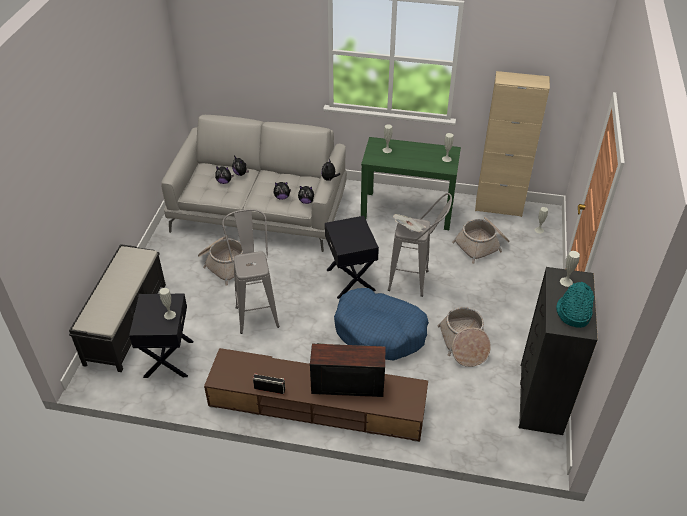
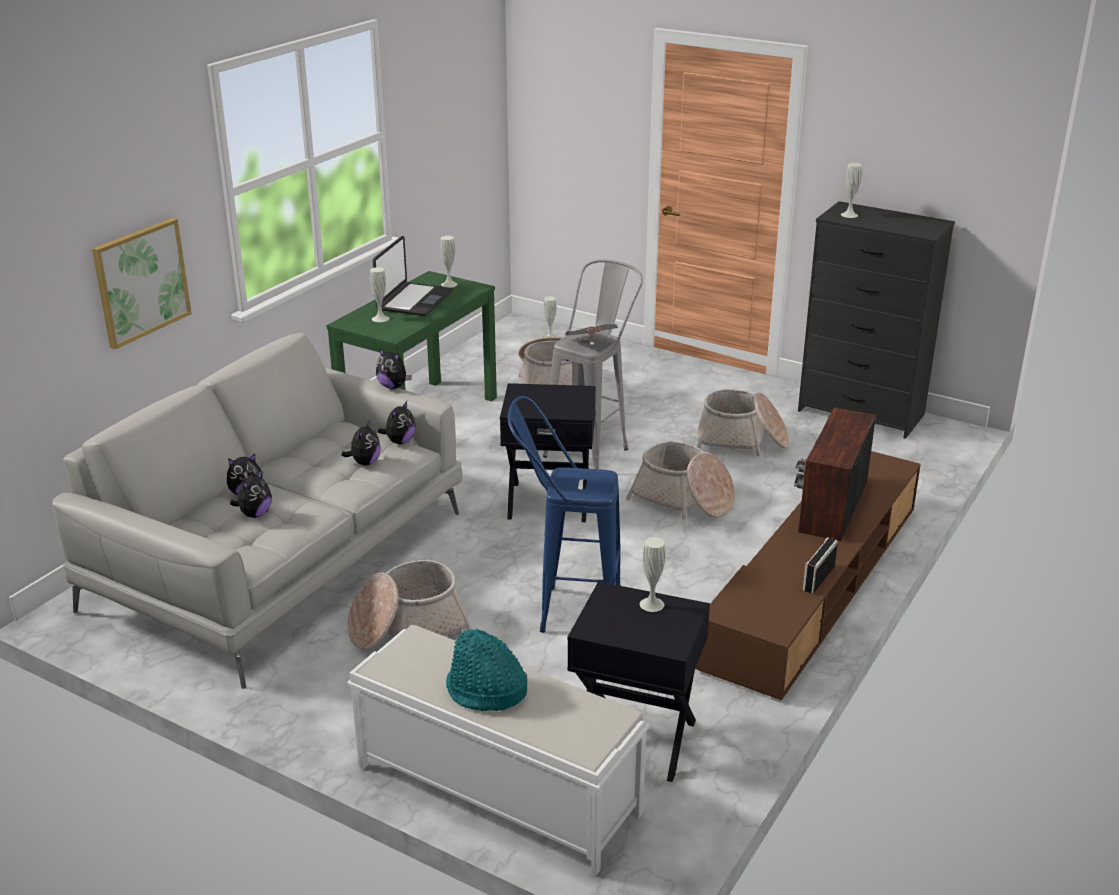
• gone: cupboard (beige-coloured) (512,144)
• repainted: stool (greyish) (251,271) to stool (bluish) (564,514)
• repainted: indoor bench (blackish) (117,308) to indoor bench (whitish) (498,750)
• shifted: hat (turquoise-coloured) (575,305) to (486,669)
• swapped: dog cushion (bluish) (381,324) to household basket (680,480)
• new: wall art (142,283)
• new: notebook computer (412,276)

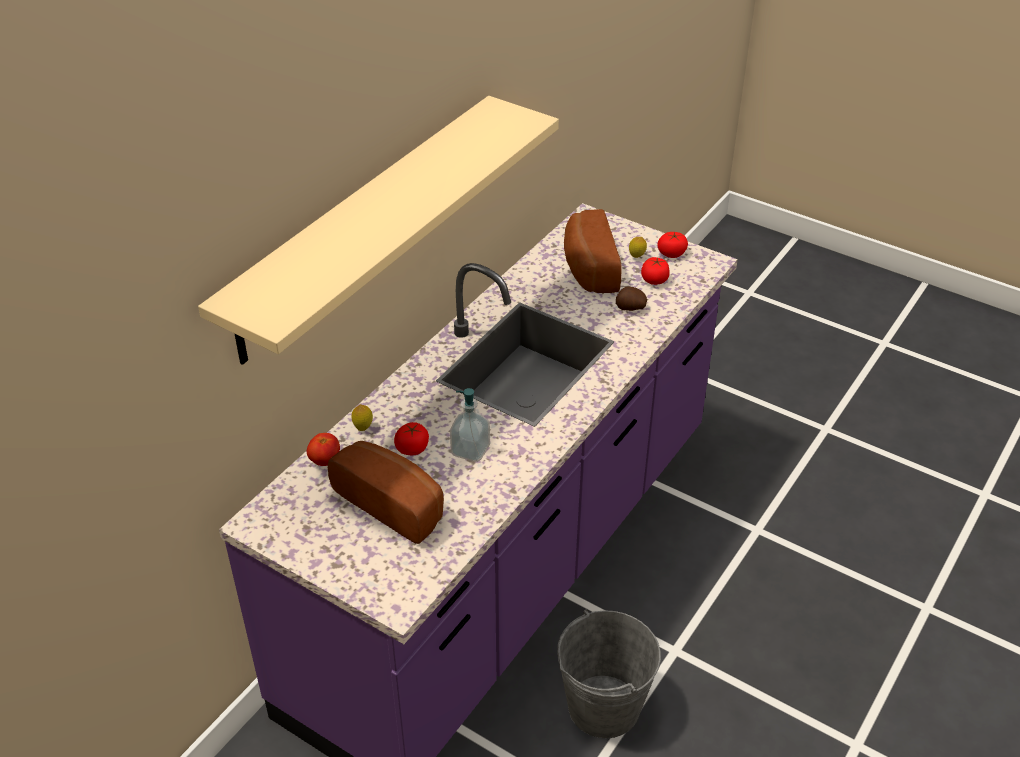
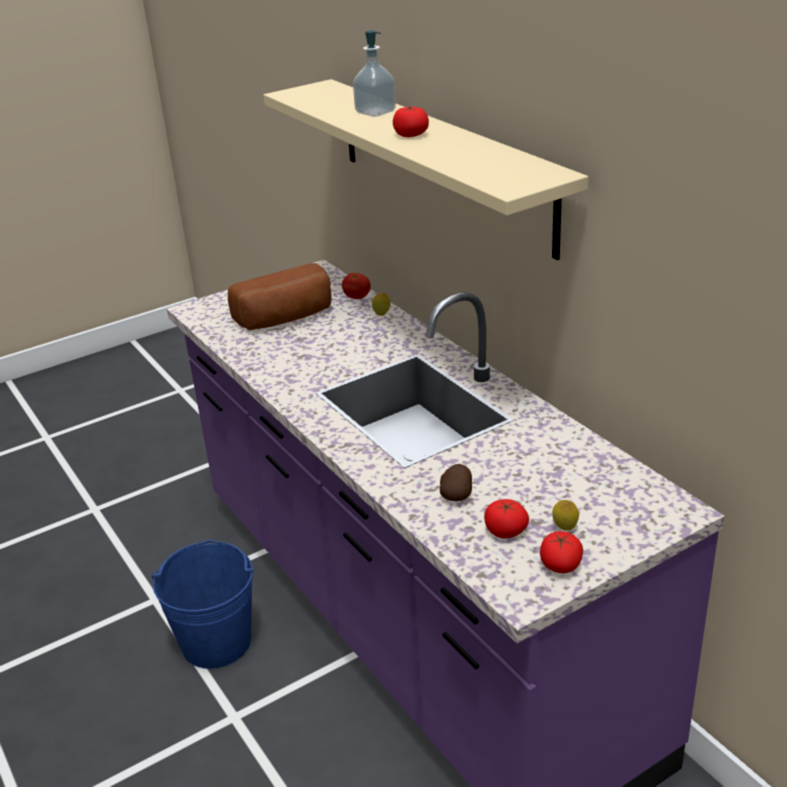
• gone: bakery bread (593,251)
• shifted: liquid soap bottle (470,425) to (374,73)
• shifted: fresh tomato (411,438) to (411,121)
• repainted: pail (greyish) (609,674) to pail (bluish) (202,604)

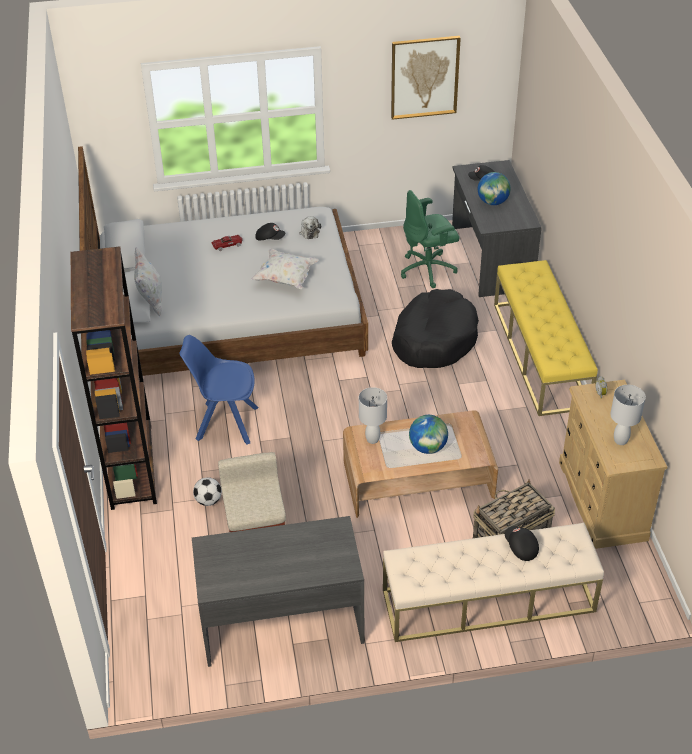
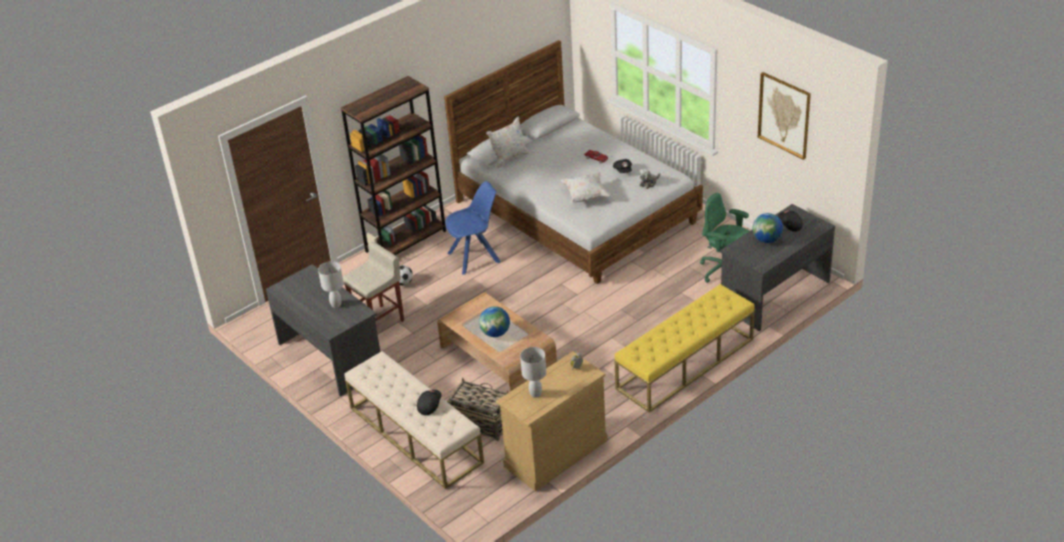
• gone: dog cushion (blackish) (435,328)
• rotated: plain chair (bluish) (219,389) = (473,228) 90 degrees clockwise
• shifted: tabletop lamp (whitish) (373,415) to (331,284)

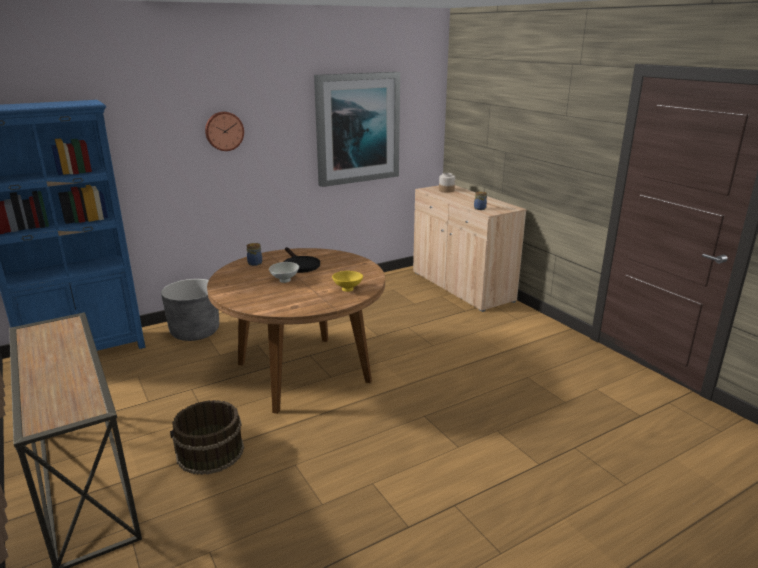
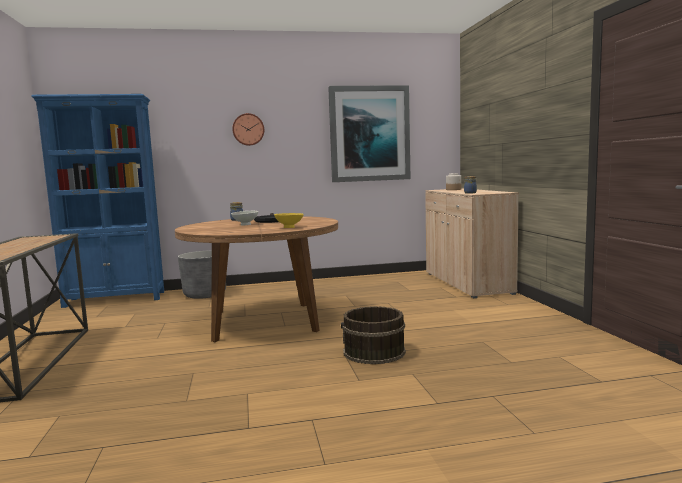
• shifted: pail (brown-coloured) (207,437) to (373,335)

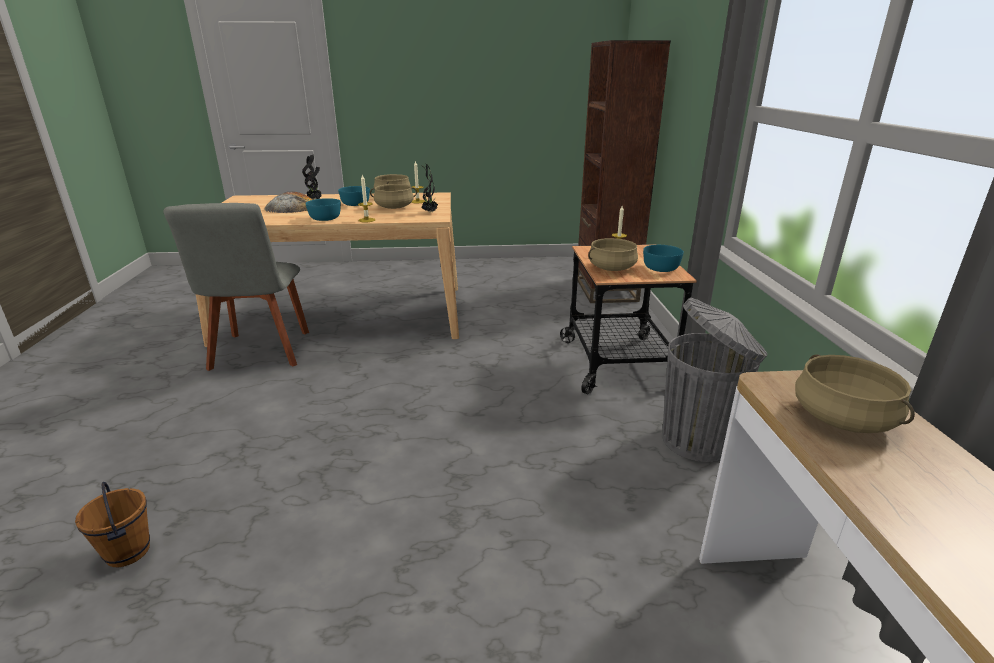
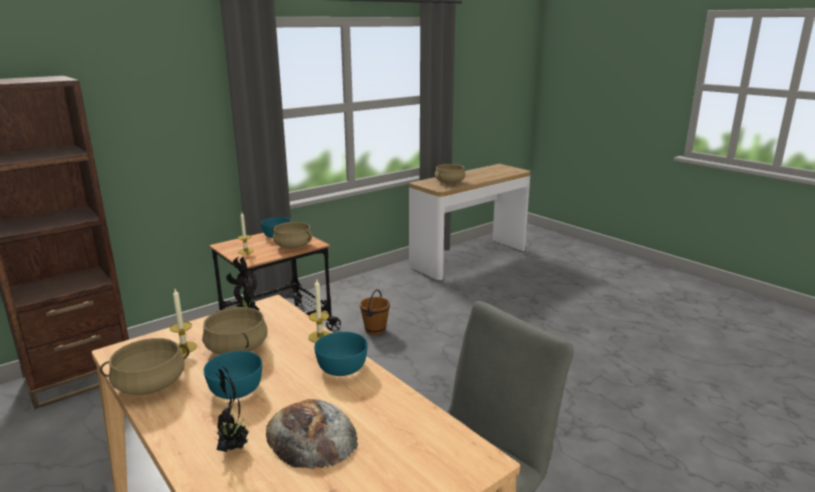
• gone: trash can (greyish) (714,380)
• shifted: pail (brown-coloured) (112,524) to (375,312)

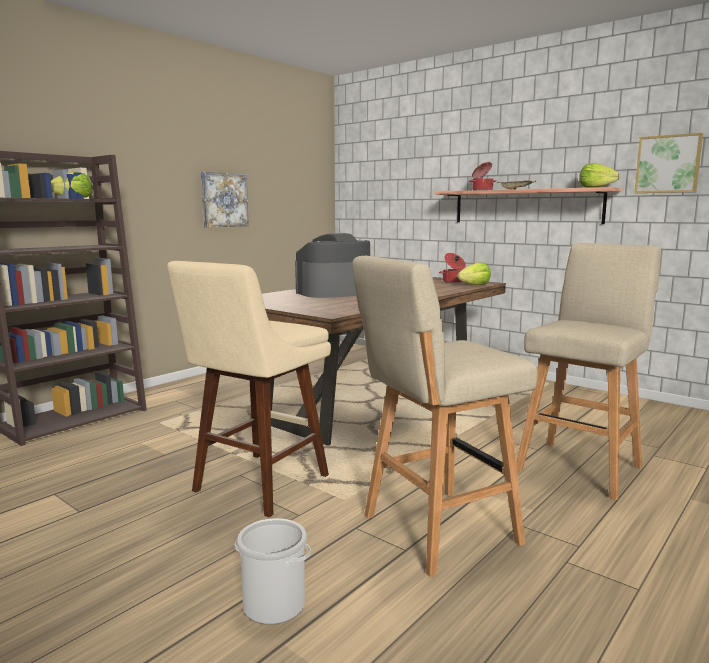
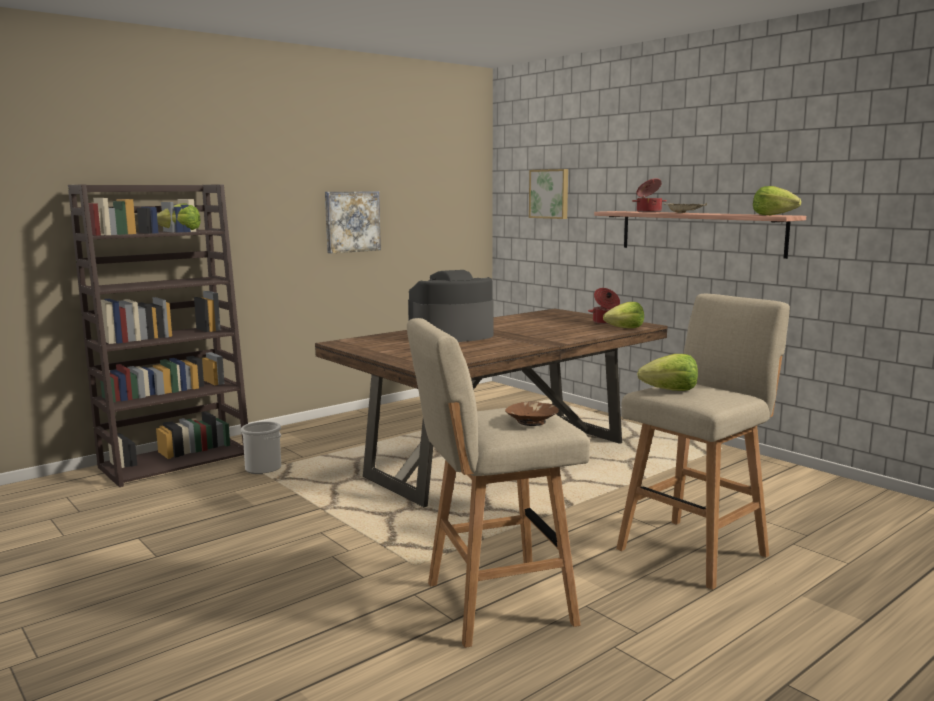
• shifted: wall art (668,163) to (548,194)
• gone: stool (beige-coloured) (249,389)
• shifted: pail (273,571) to (261,447)
• new: lettuce head (667,372)
• new: serving bowl (brown-coloured) (532,413)

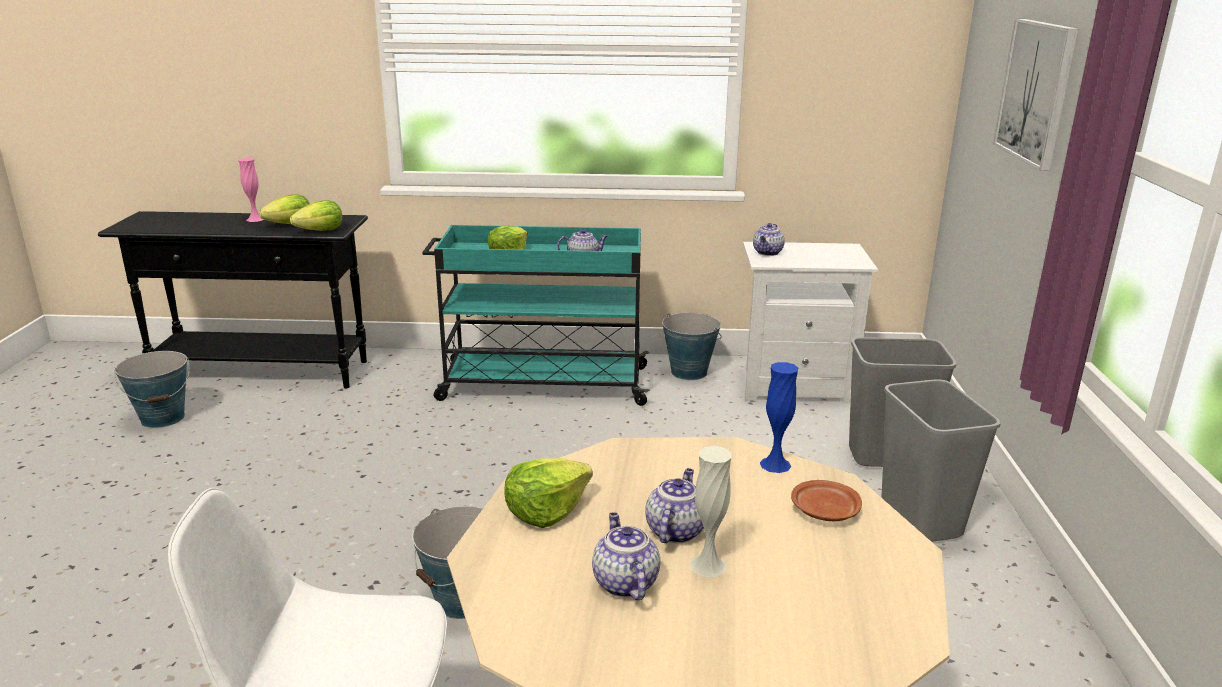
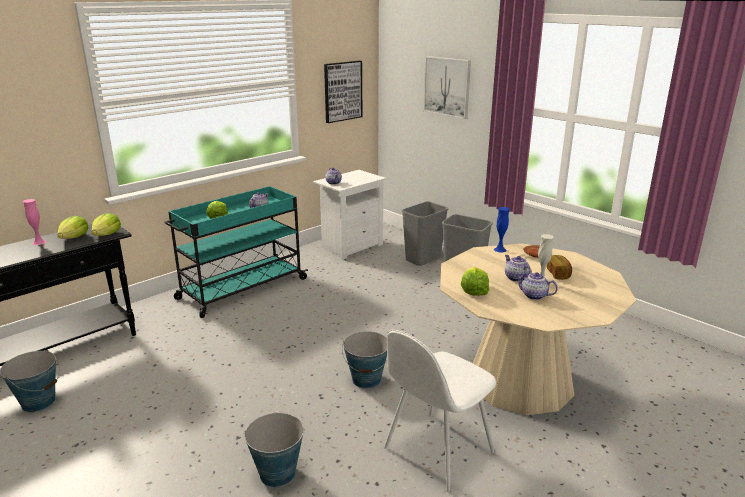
• shifted: pail (692,346) to (274,450)
• new: wall art (343,92)
• new: bakery bread (559,267)

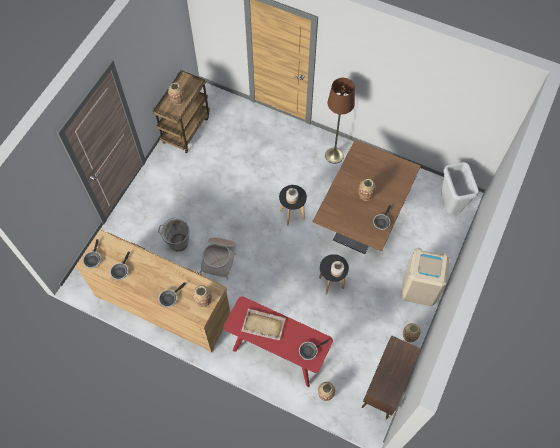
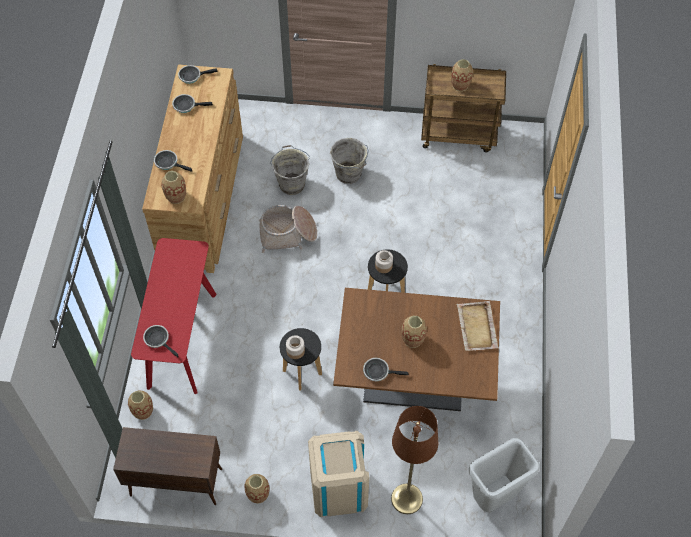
• shifted: standard lamp (brown-coloured) (340,121) to (414,460)
• shifted: carrying tray (beige-coloured) (263,325) to (477,326)
• new: pail (greyish) (349,161)

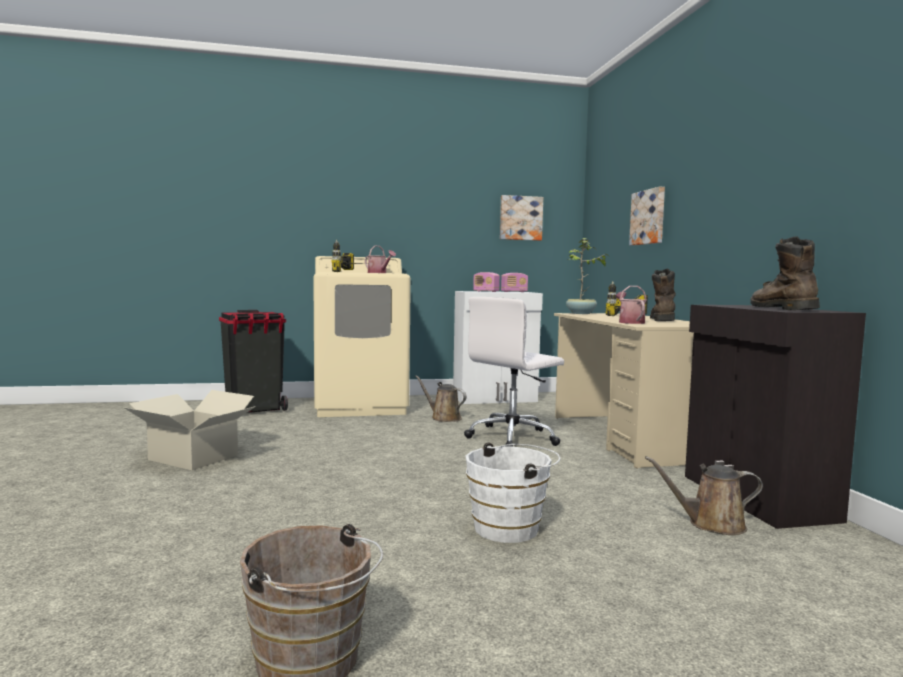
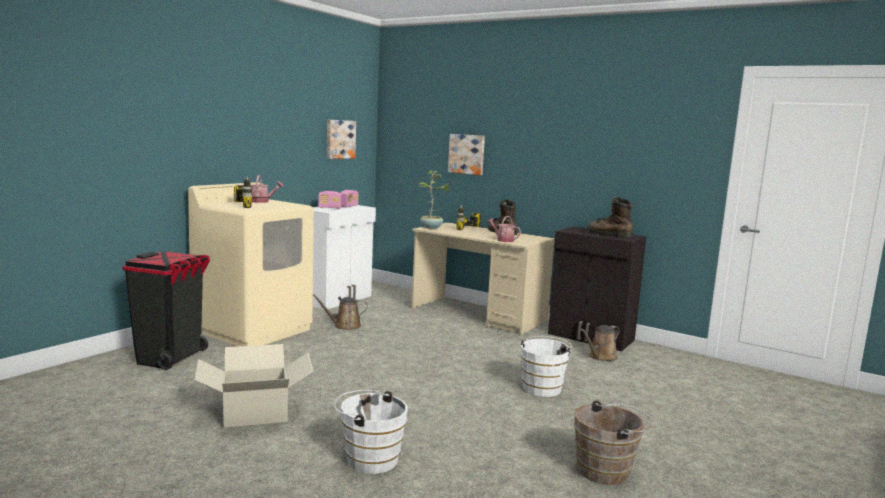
• gone: desk chair (whitish) (514,372)
• new: pail (whitish) (371,432)

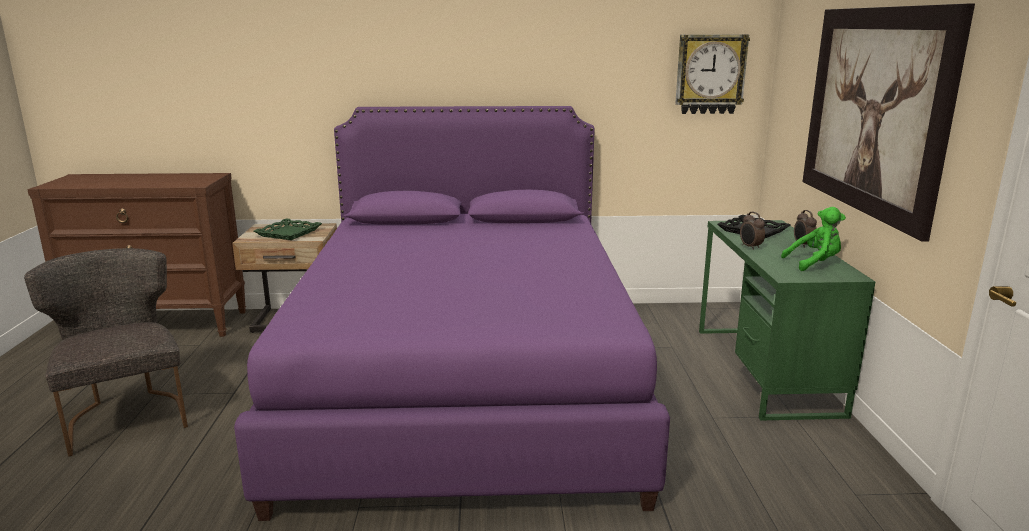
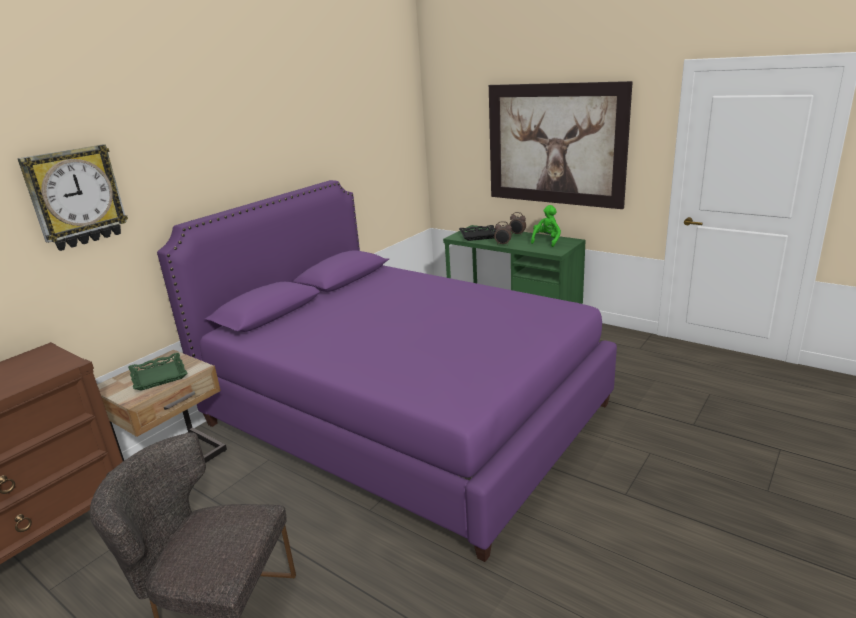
• shifted: hanging clock (712,74) to (73,197)

